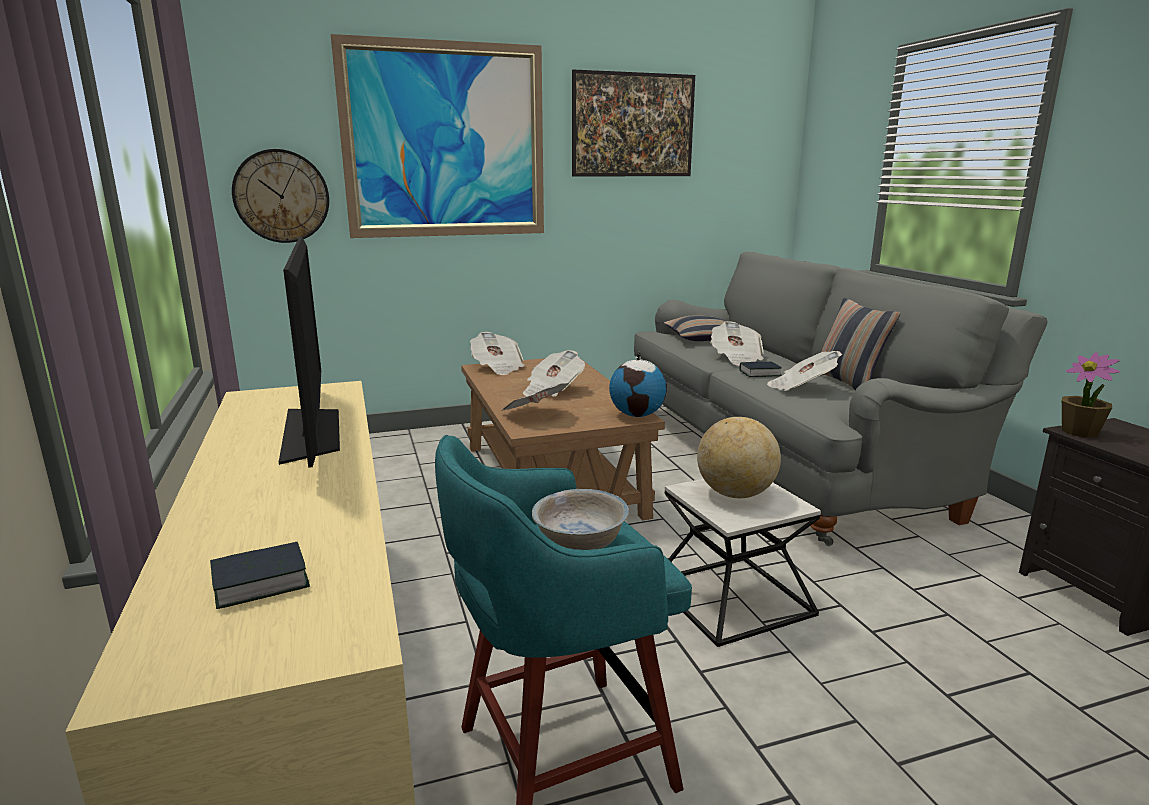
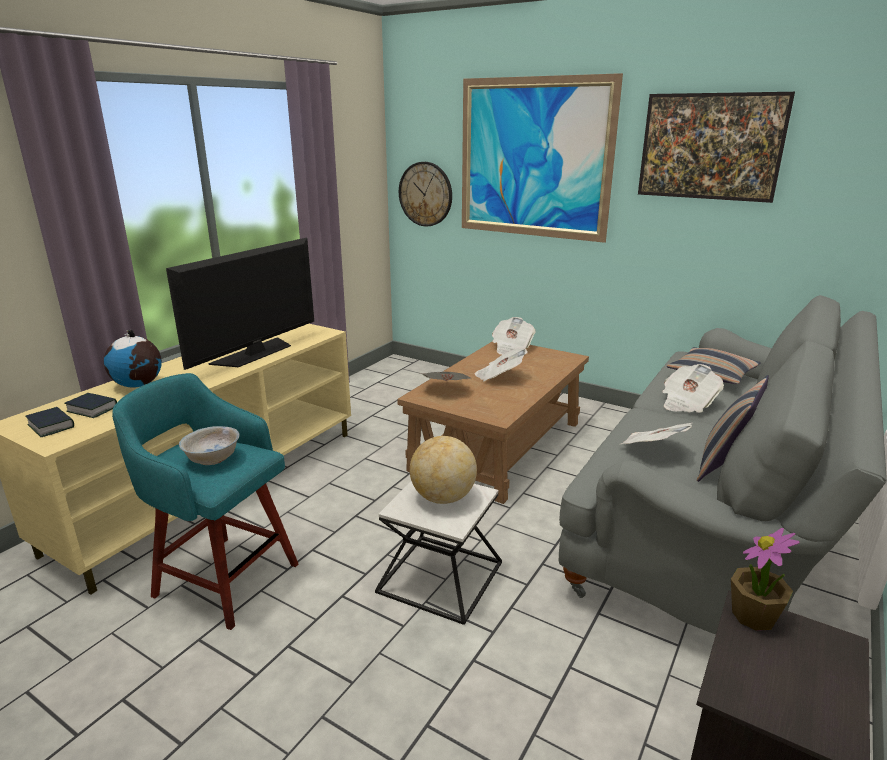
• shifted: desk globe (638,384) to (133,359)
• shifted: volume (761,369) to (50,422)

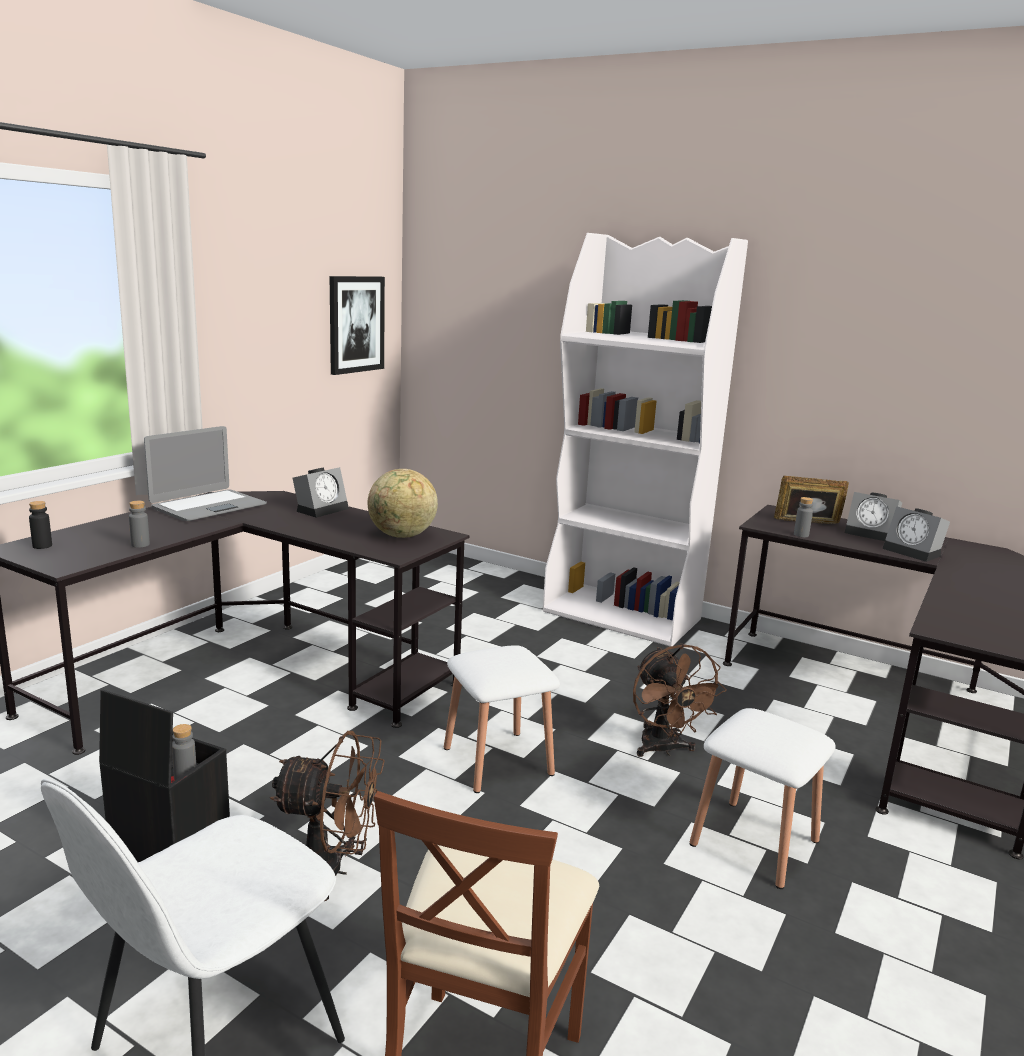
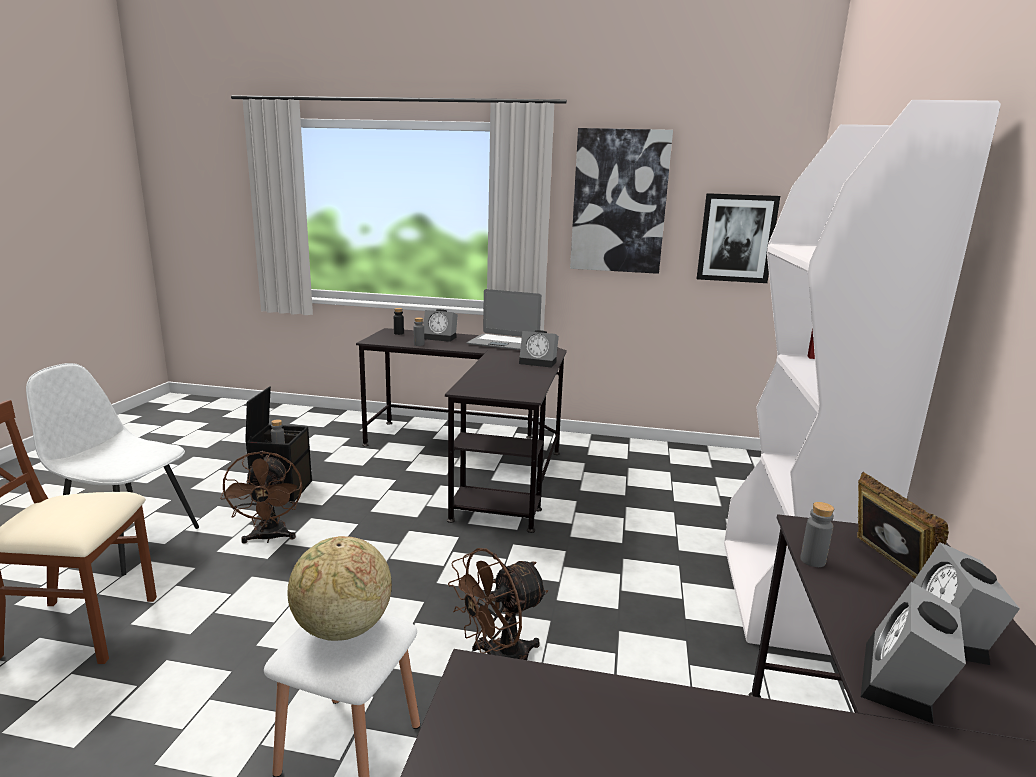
• shifted: desk globe (403,503) to (339,588)
• gone: stool (whitish) (502,719)
• new: wall art (621,201)
• new: bedside clock (440,325)

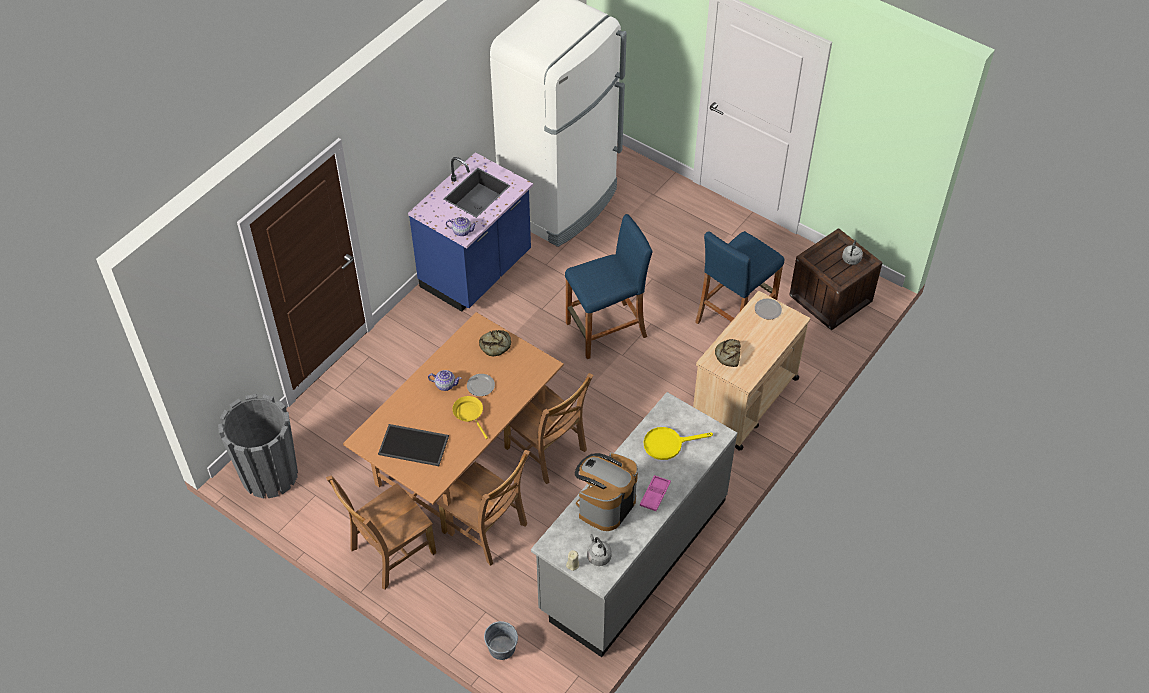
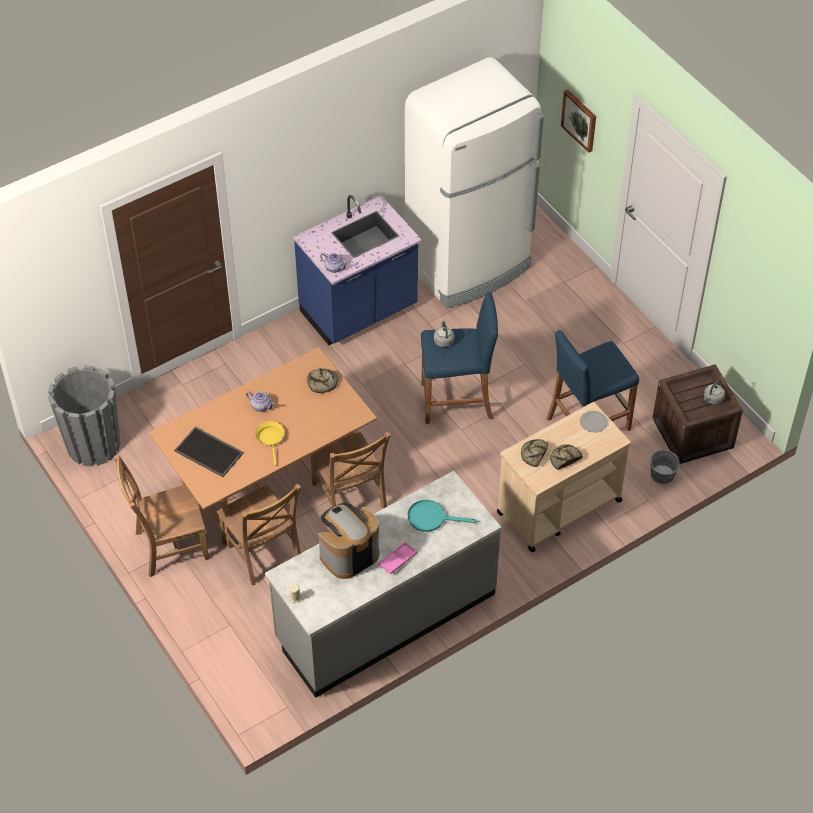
• gone: flat dish (481,385)
• repainted: frying pan (yellow-coloured) (678,443) to frying pan (turquoise-coloured) (442,516)
• shifted: water kettle (greyish) (599,550) to (444,333)
• shifted: pail (greyish) (501,640) to (665,467)
• new: wall art (578,121)
• new: bakery bread (566,457)

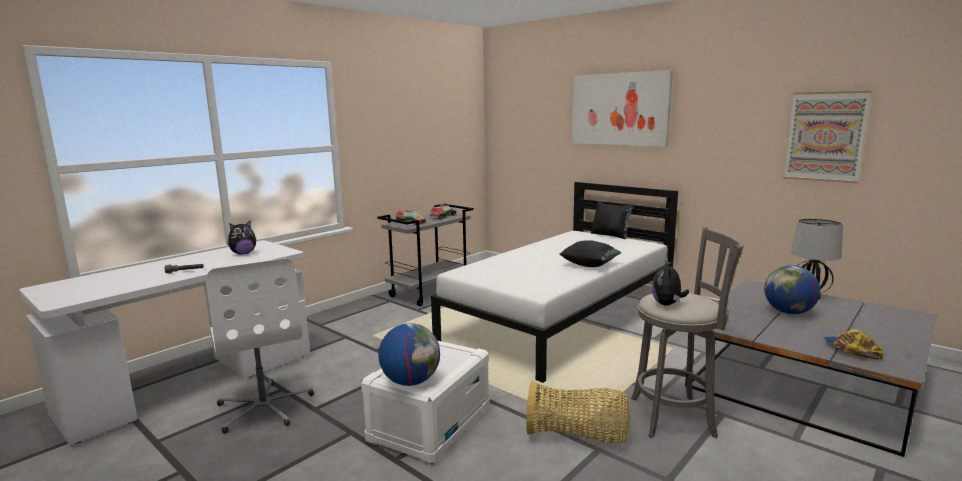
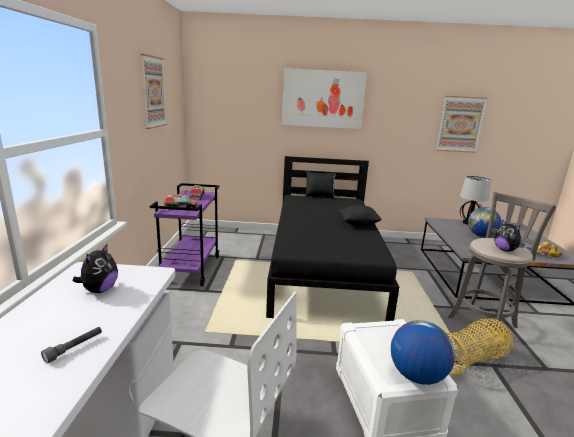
• repainted: sleeping bed (whitish) (554,282) to sleeping bed (blackish) (332,238)
• repainted: cart (greyish) (425,255) to cart (purple-coloured) (185,234)
• new: wall art (154,91)

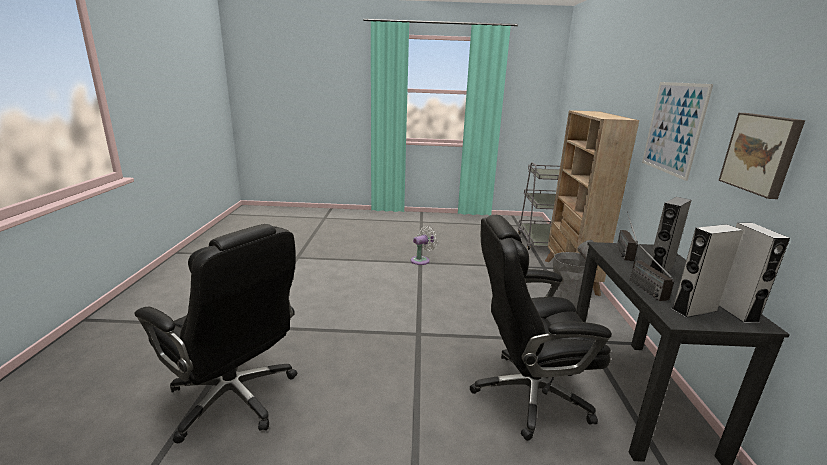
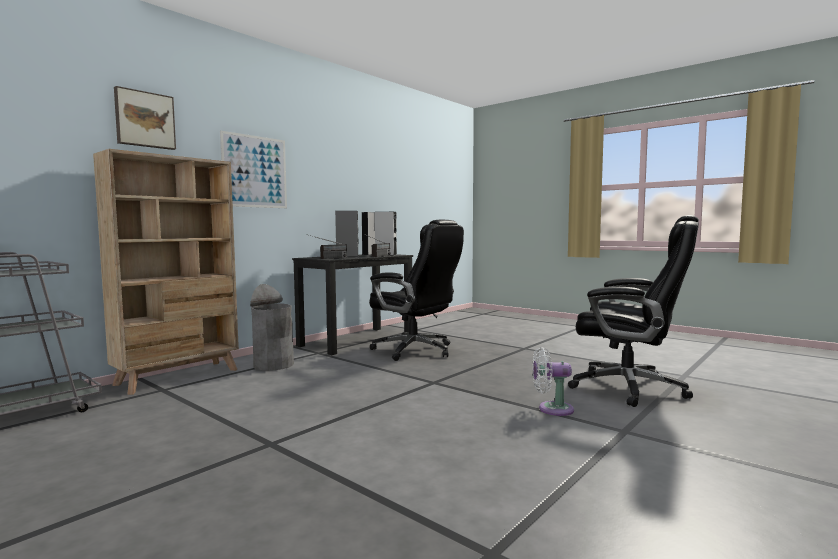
• shifted: wall art (762,156) to (145,118)
• rotated: desk chair (blackish) (216,333) = (633,311) 135 degrees clockwise
• shifted: cooling fan (whitish) (424,245) to (553,381)

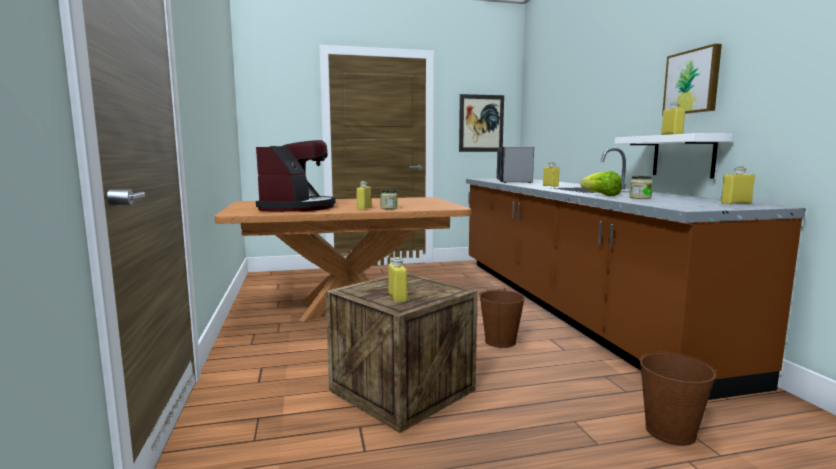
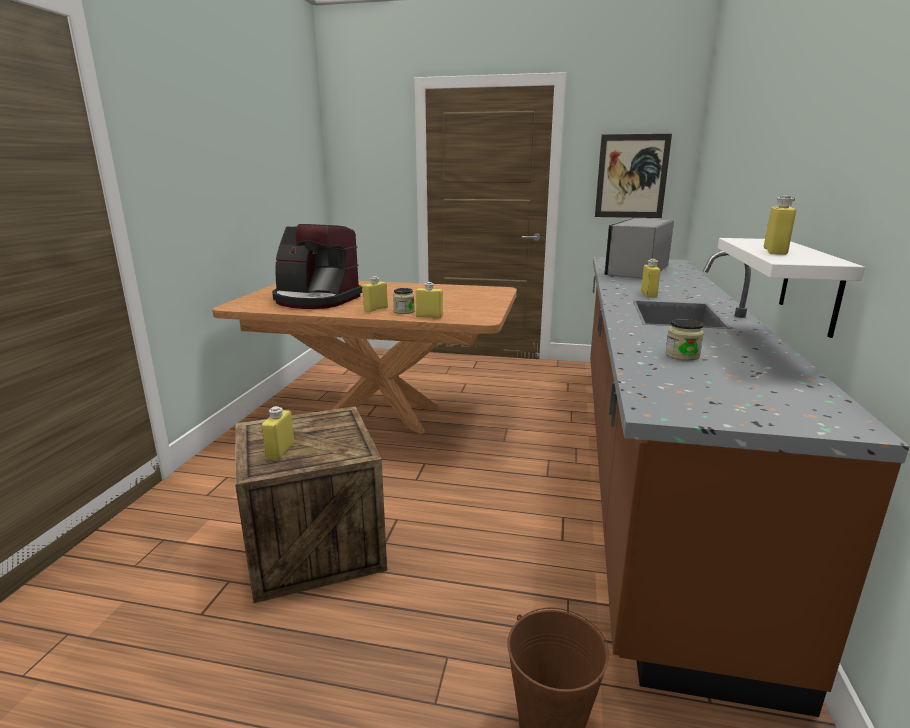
• gone: wall art (692,79)
• rotated: coffee maker (296,176) = (317,266) 75 degrees clockwise
• shifted: bottle (yellow-coloured) (738,185) to (429,300)
• gone: lettuce head (601,183)
• gone: pail (brown-coloured) (502,318)

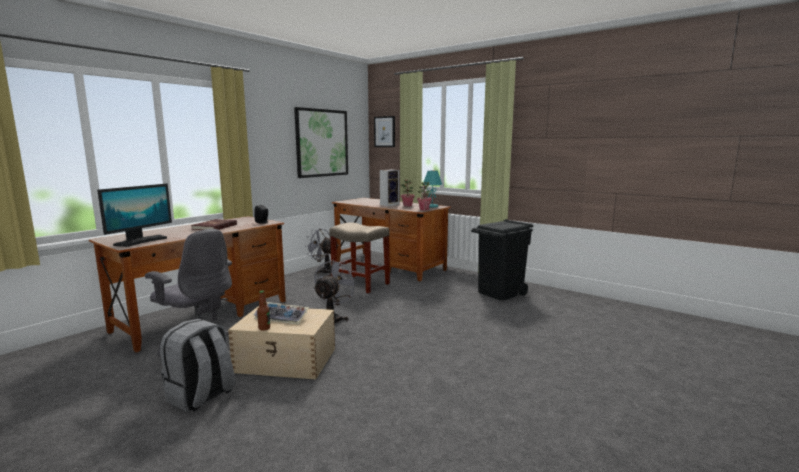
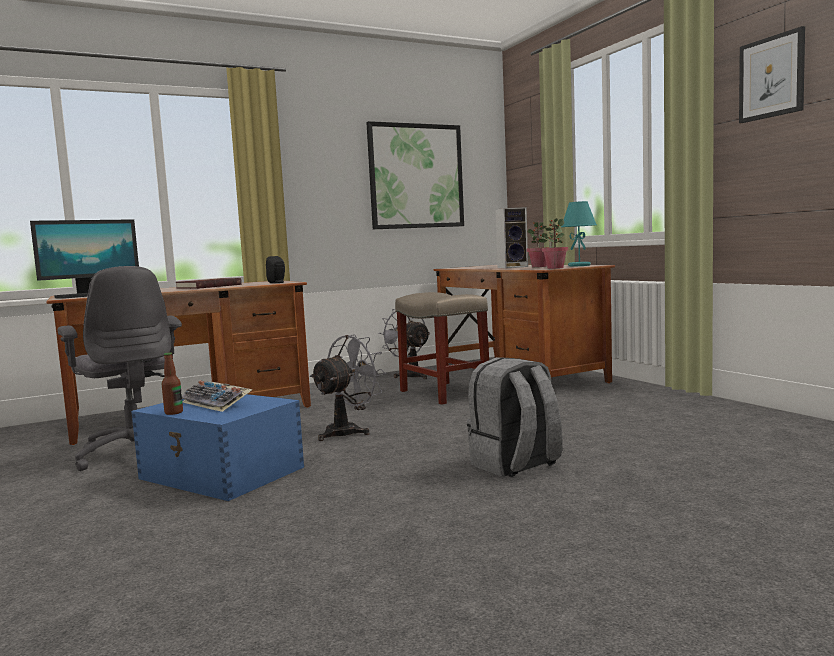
• shifted: wall art (384,131) to (772,74)
• gone: trash can (blackish) (502,259)
• repainted: storage bin (beige-coloured) (281,343) to storage bin (bluish) (217,447)
• shifted: knapsack (greyish) (198,365) to (515,417)

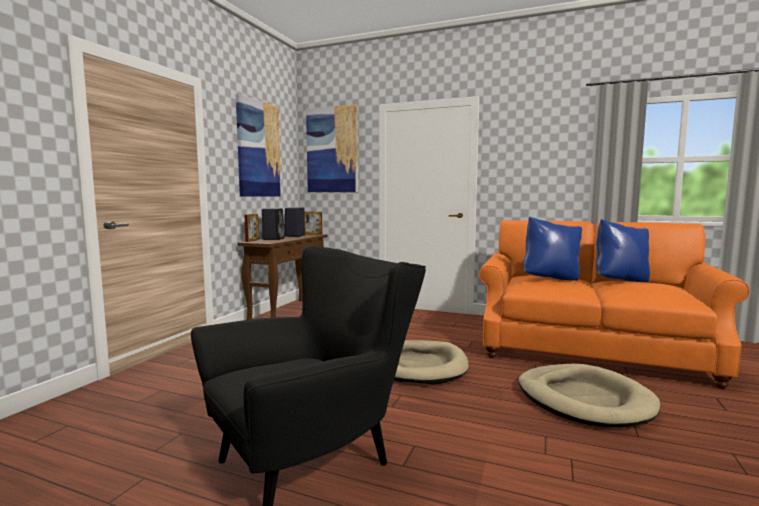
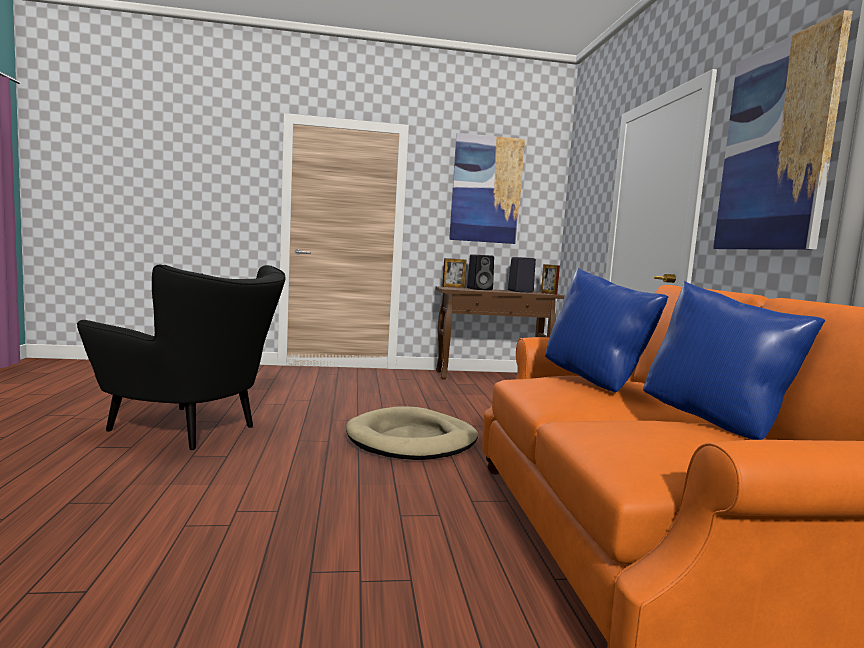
• shifted: wall art (332,148) to (783,130)
• gone: dog cushion (beige-coloured) (589,396)

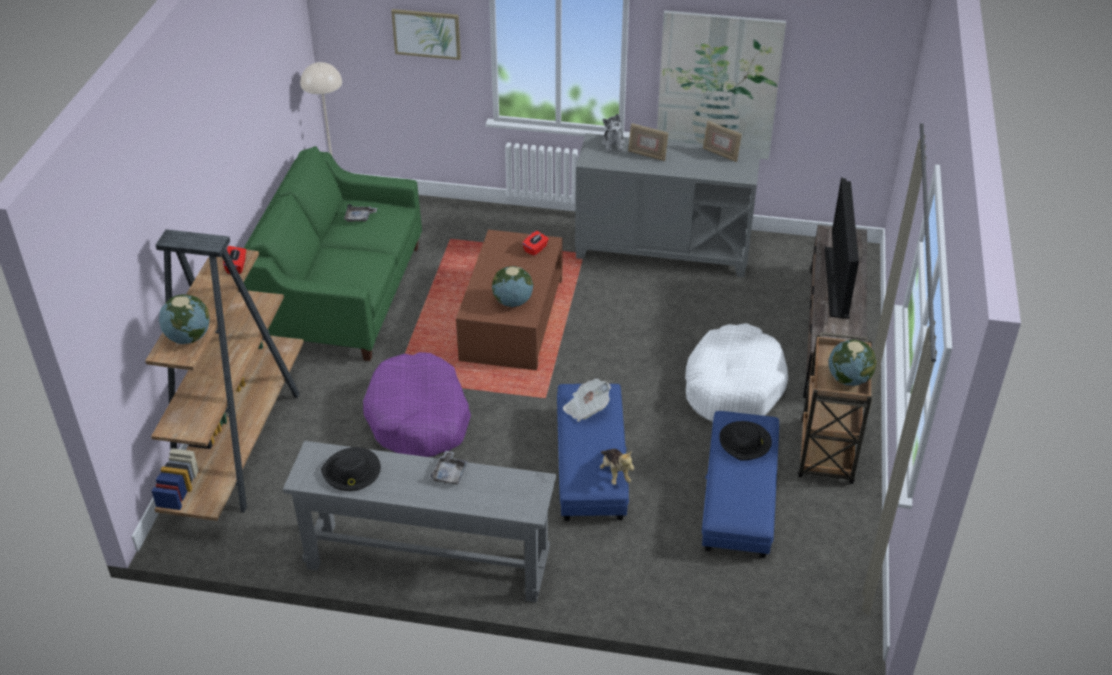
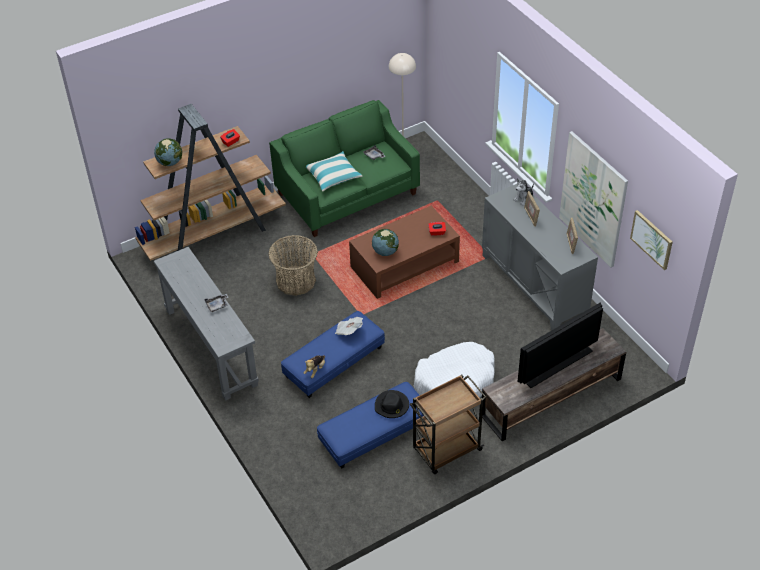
• shifted: wall art (426,34) to (651,240)
• gone: desk globe (853,363)
• swapped: dog cushion (purple-coloured) (417,404) to household basket (293,265)
• gone: hat (blackish) (351,469)
• new: cushion (334,171)

